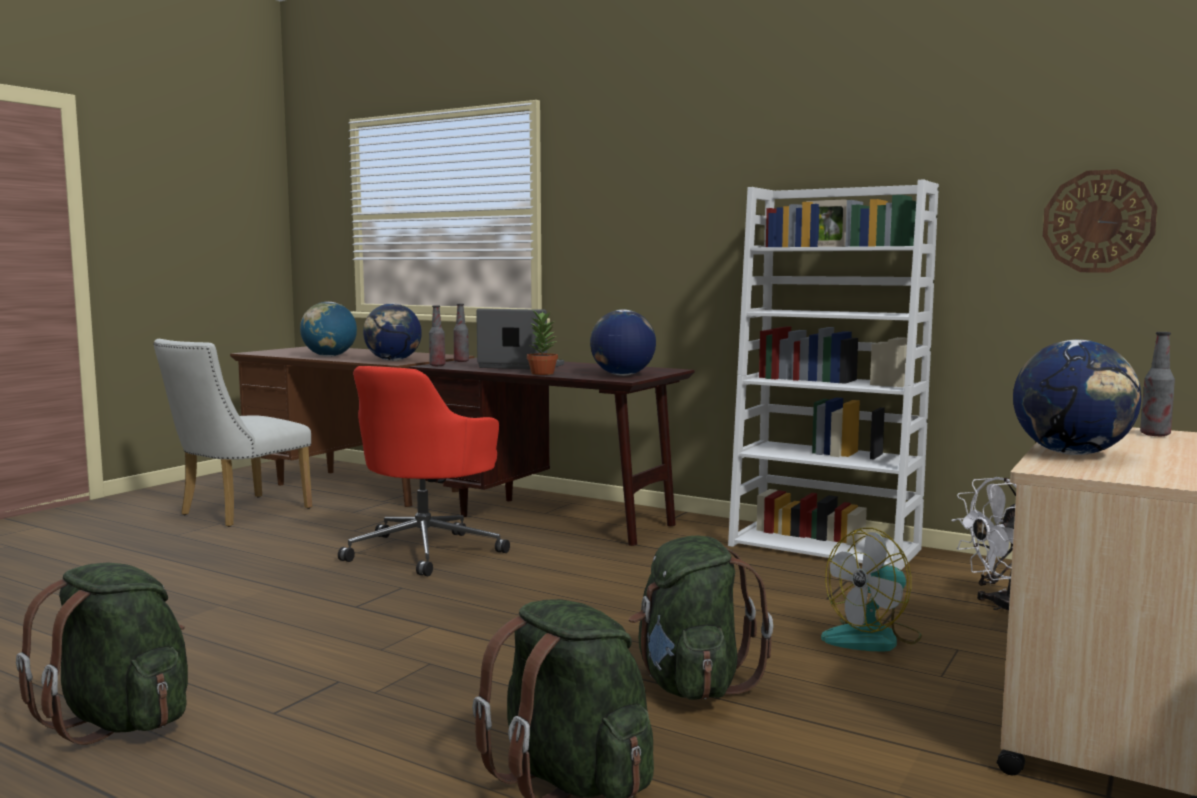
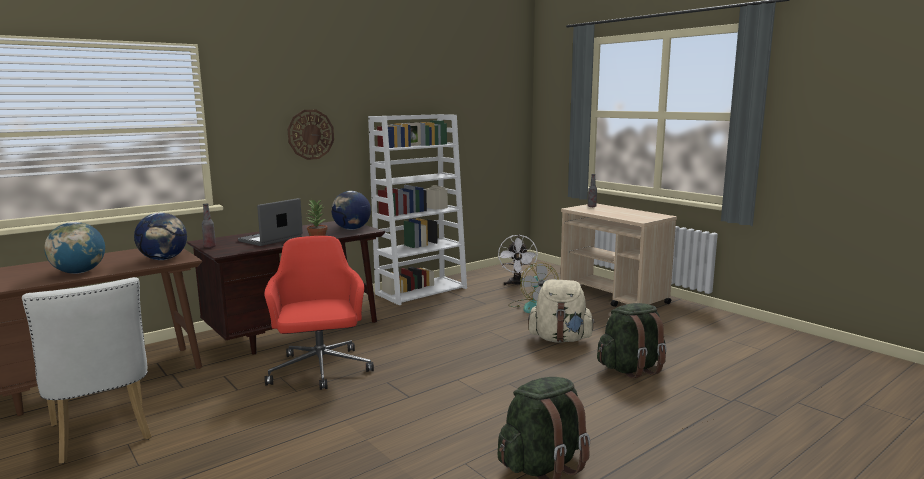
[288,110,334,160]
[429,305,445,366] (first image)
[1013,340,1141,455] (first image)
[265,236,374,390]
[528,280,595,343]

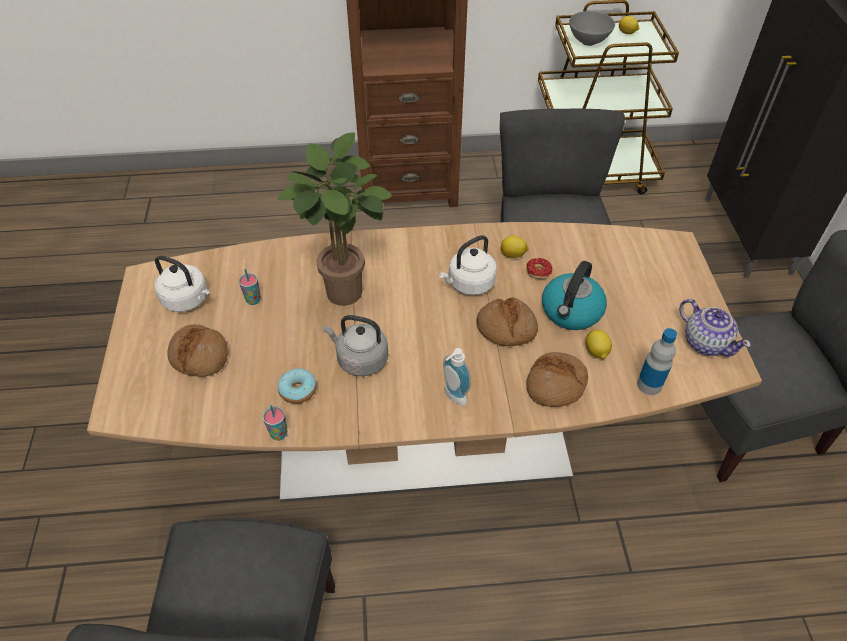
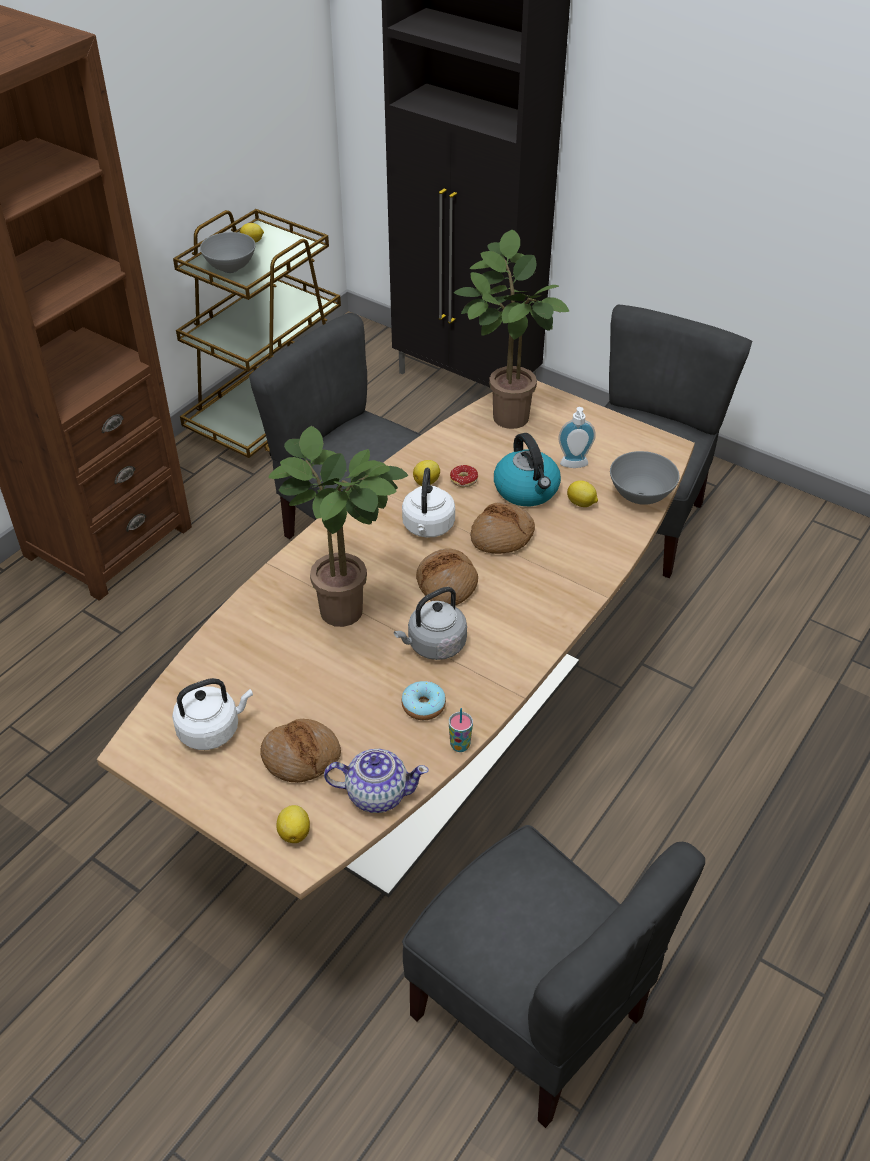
[239,269,261,305] (first image)
[324,749,429,813]
[610,451,680,505]
[558,407,596,468]
[416,549,478,605]
[454,230,569,429]
[277,805,310,843]

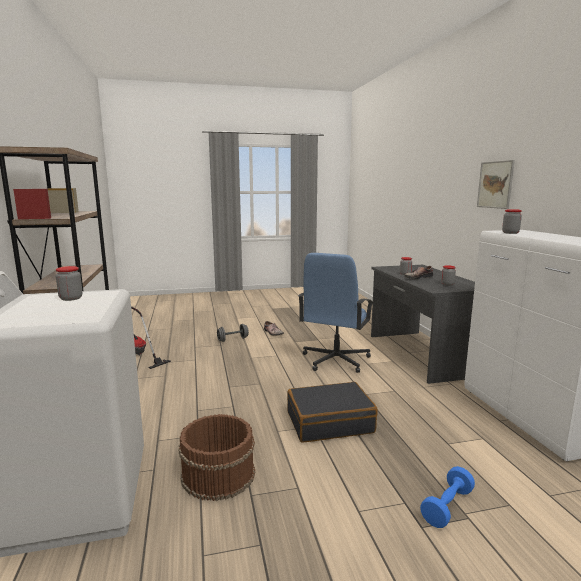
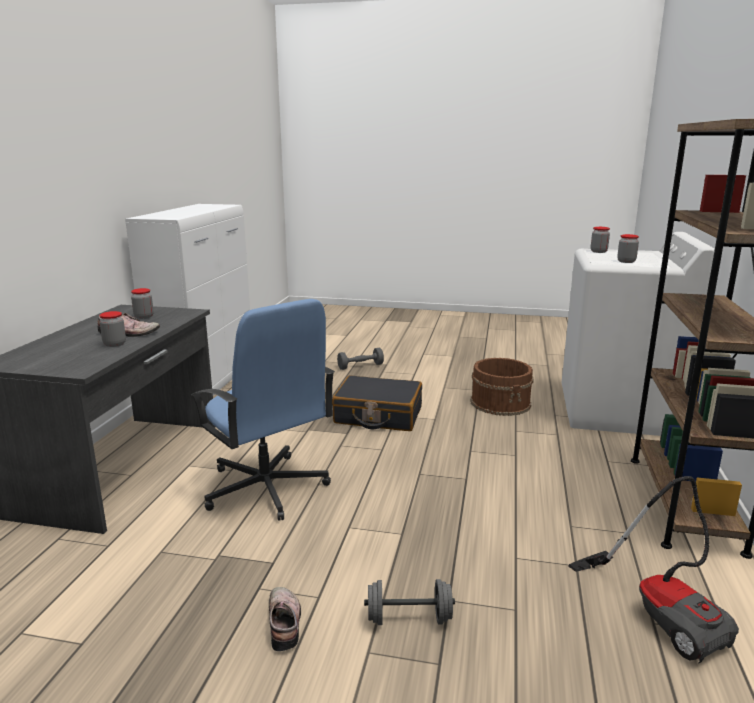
[477,160,515,209] (first image)
[591,227,610,253]
[190,299,335,521]
[337,348,384,370]

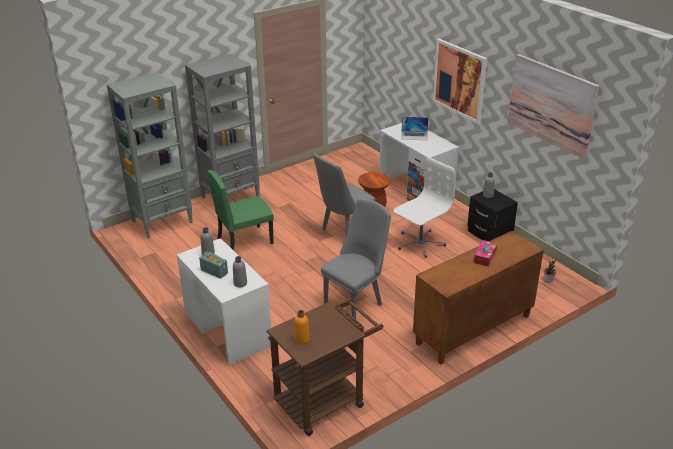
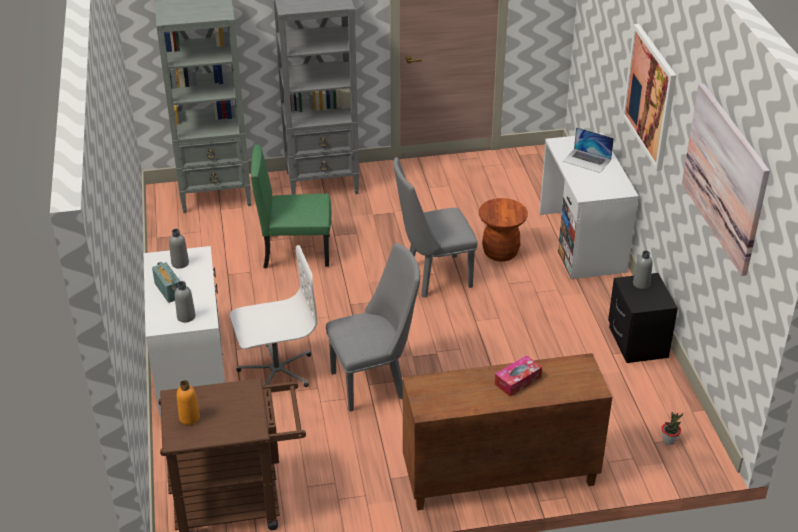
[230,245,317,387]

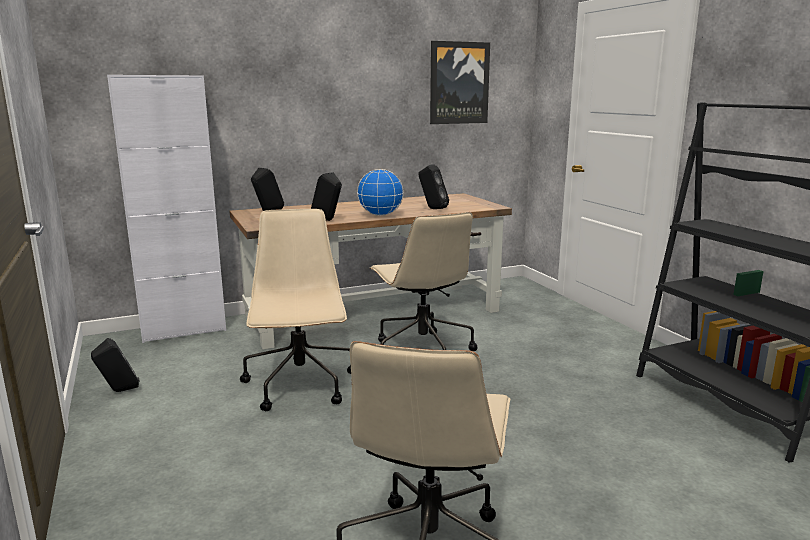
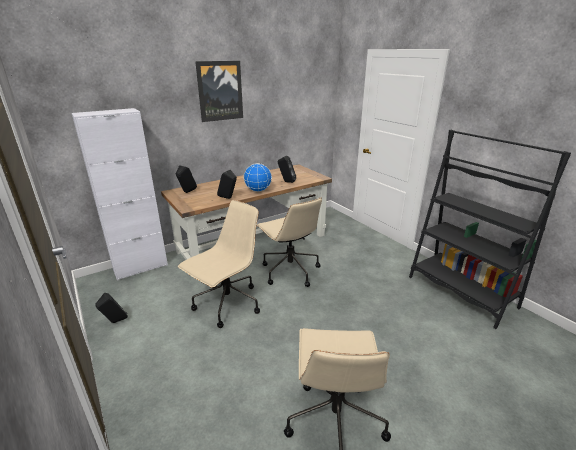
[195,61,243,122]
[178,200,260,328]

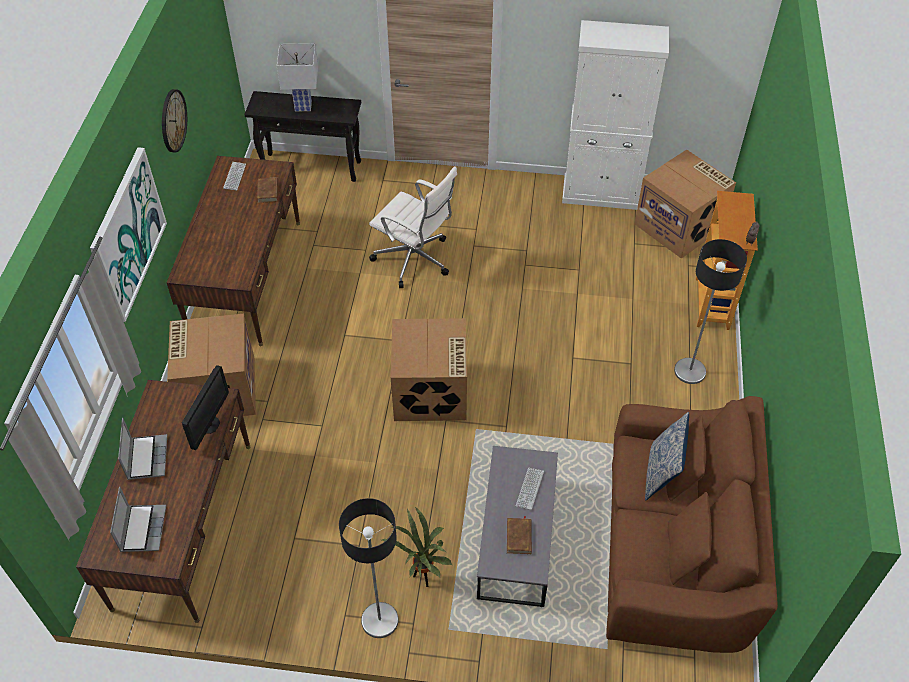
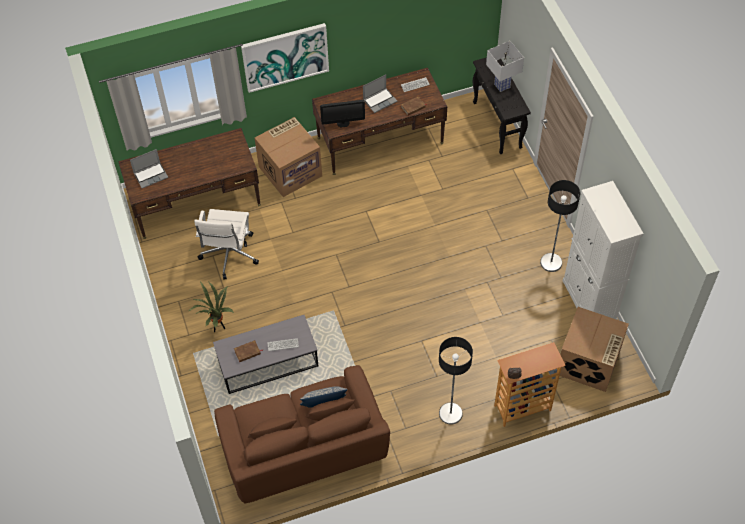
[162,89,187,152] (first image)
[194,209,259,280]
[391,318,467,421] (first image)
[320,100,365,128]
[363,74,397,113]
[540,180,580,272]

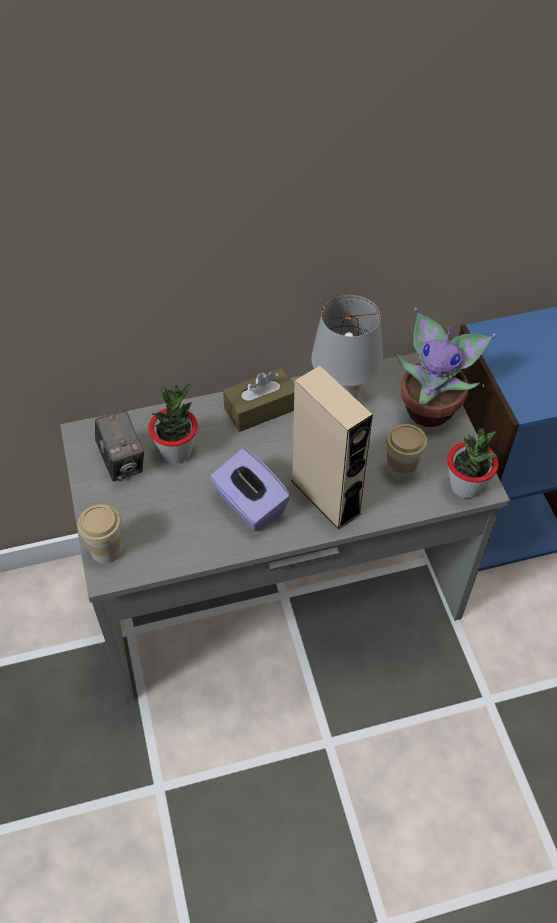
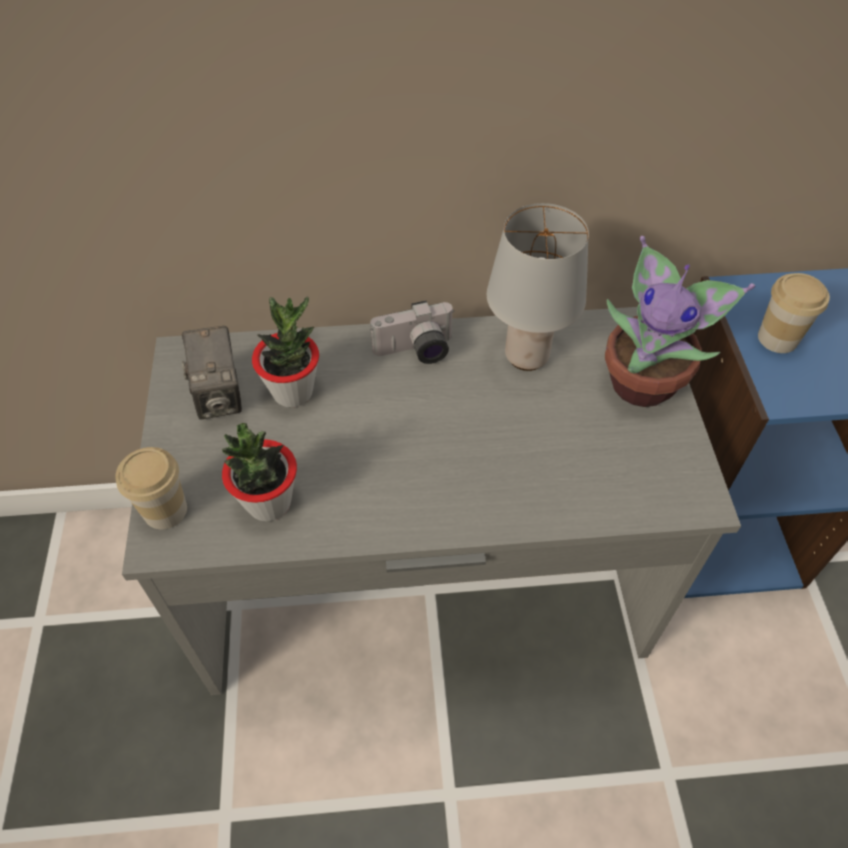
[291,365,373,530] (first image)
[370,301,455,364]
[758,273,830,353]
[222,423,297,521]
[210,448,291,531] (first image)

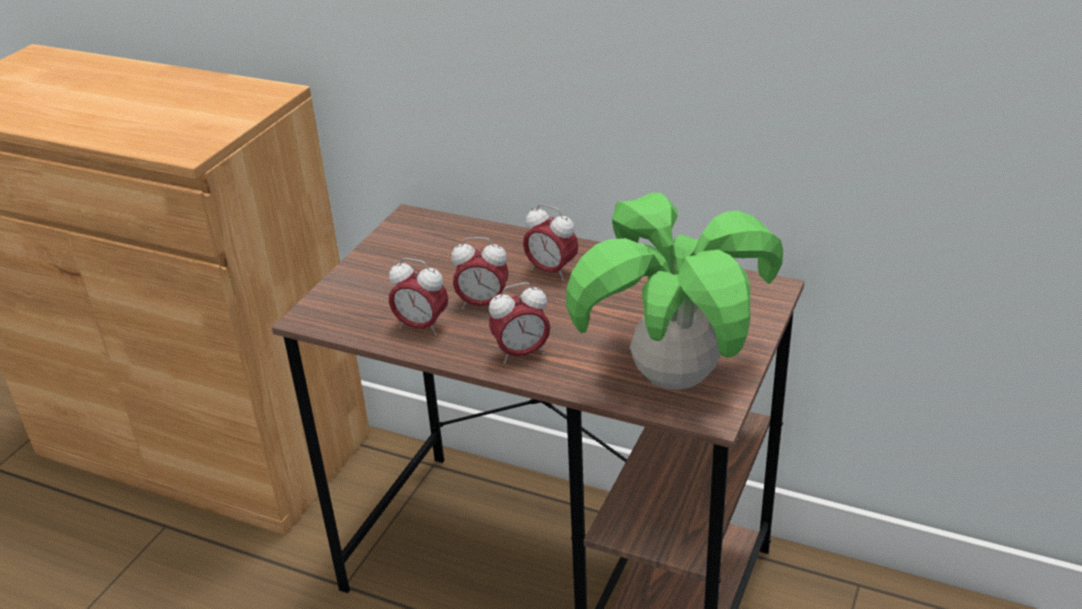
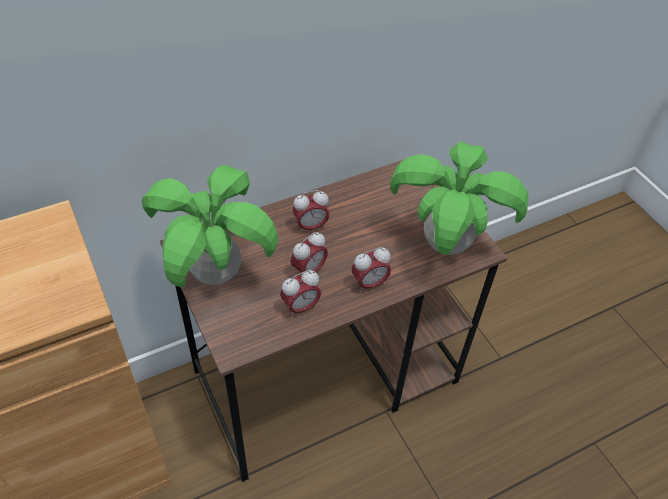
[352,247,391,292]
[142,165,278,287]

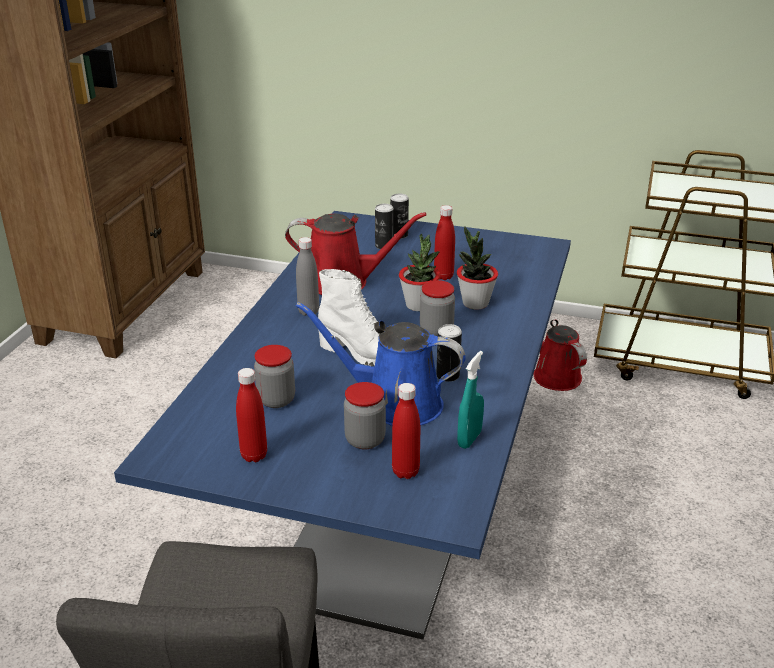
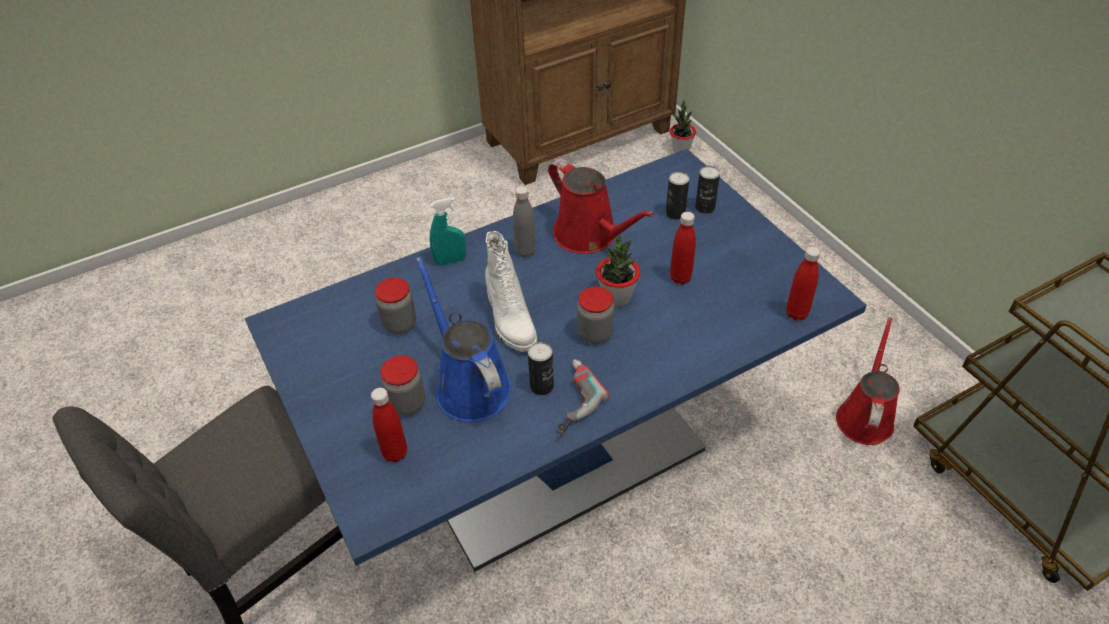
[670,100,696,153]
[430,197,466,265]
[786,246,821,320]
[557,359,609,438]

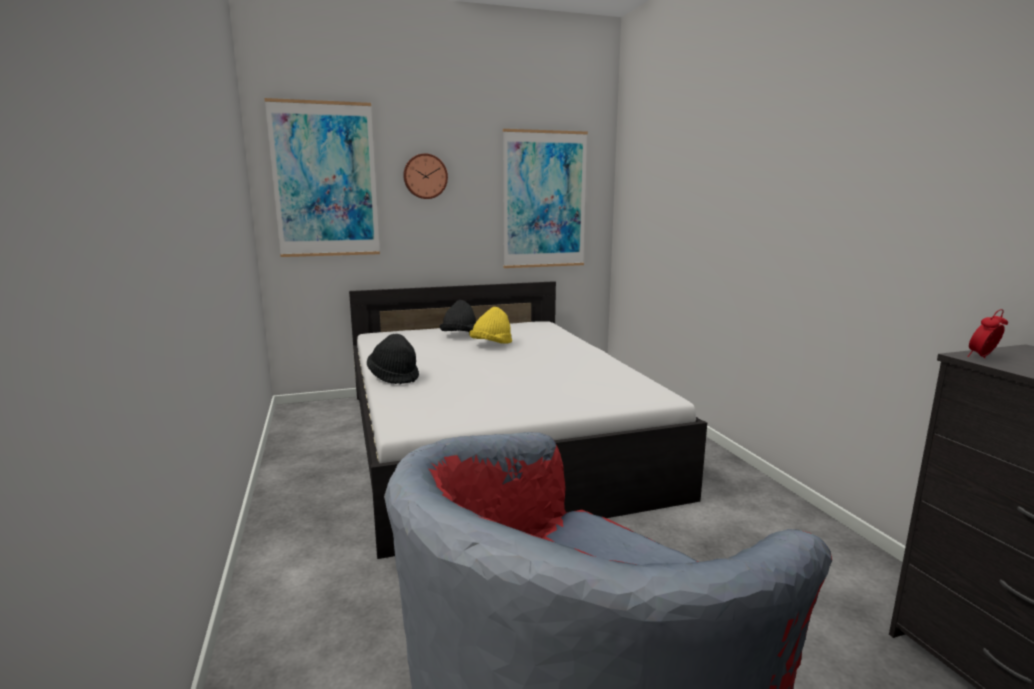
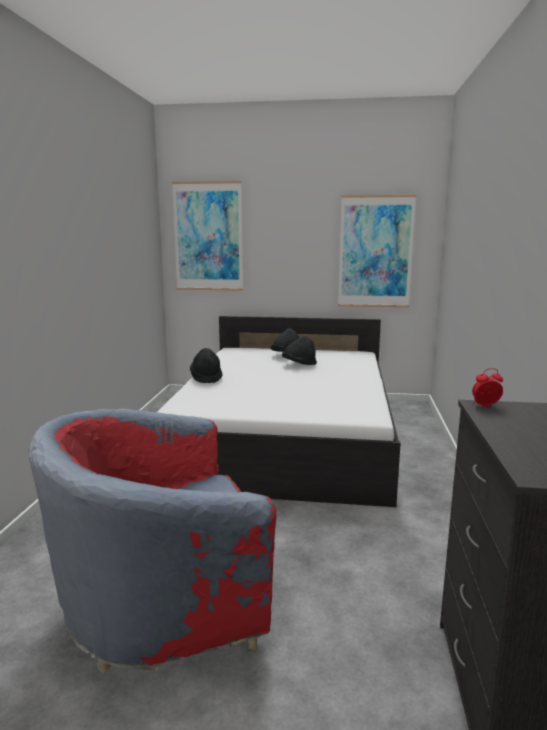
[403,153,448,199] (first image)
[282,336,317,365]

